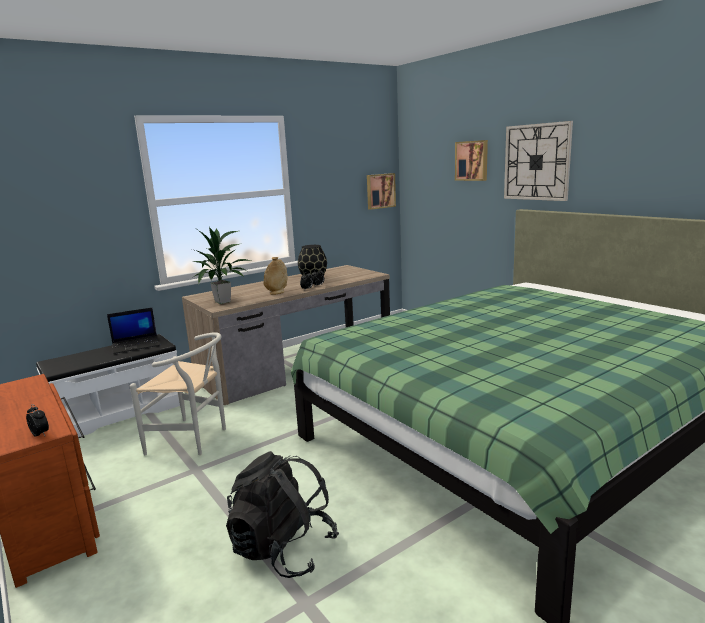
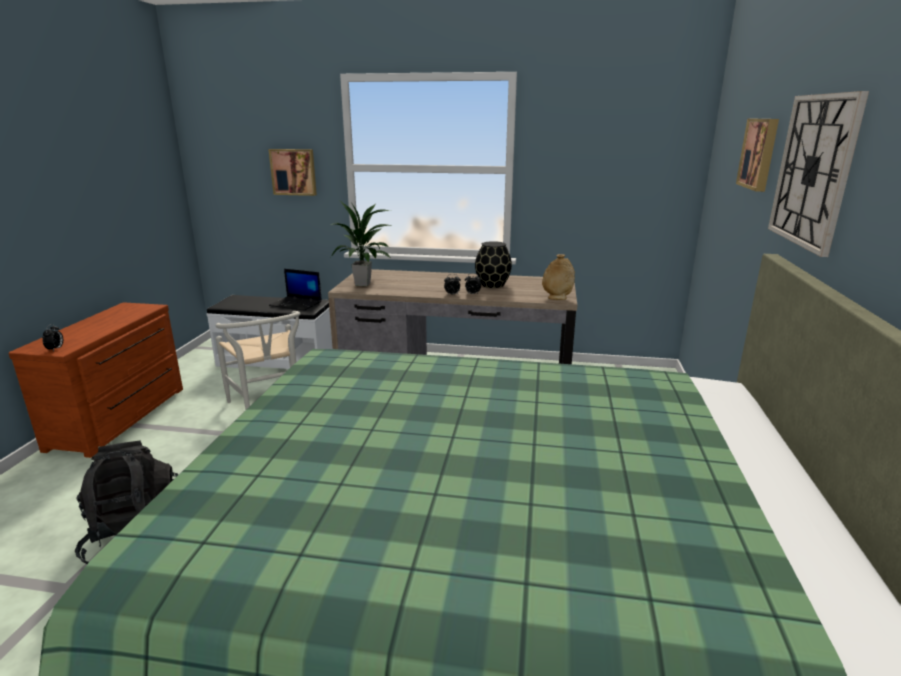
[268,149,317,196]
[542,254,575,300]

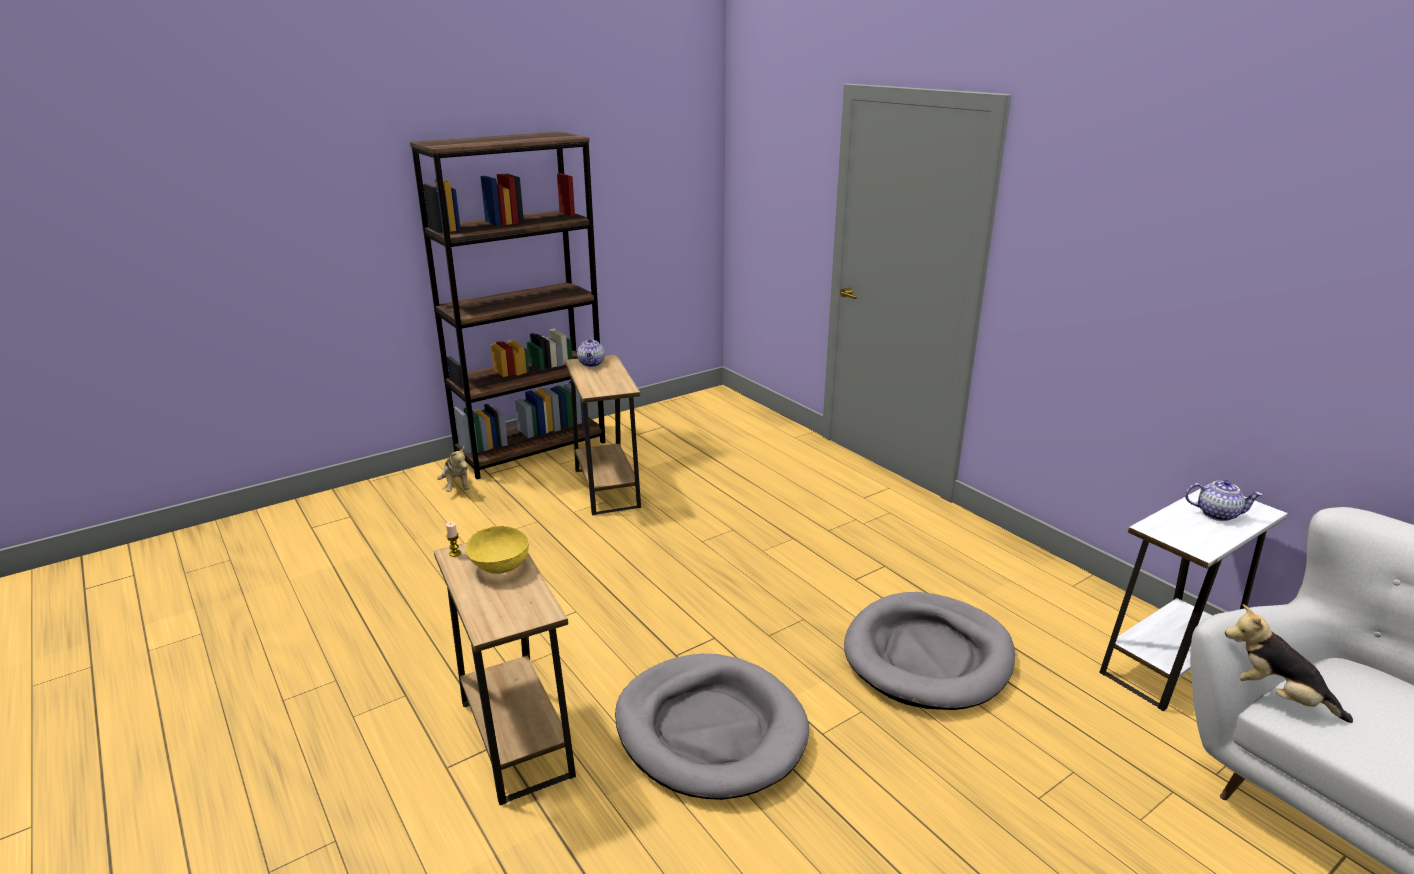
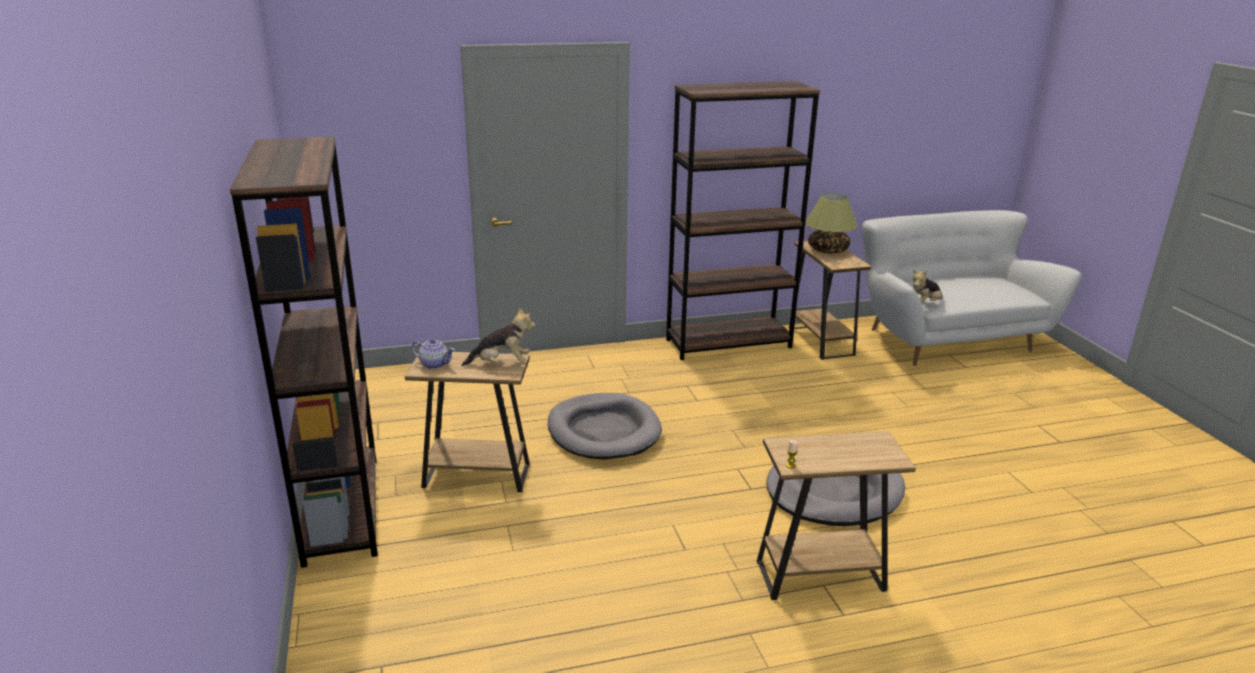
[461,307,535,366]
[805,193,858,253]
[789,241,871,360]
[465,526,529,574] (first image)
[548,393,662,459]
[666,81,820,360]

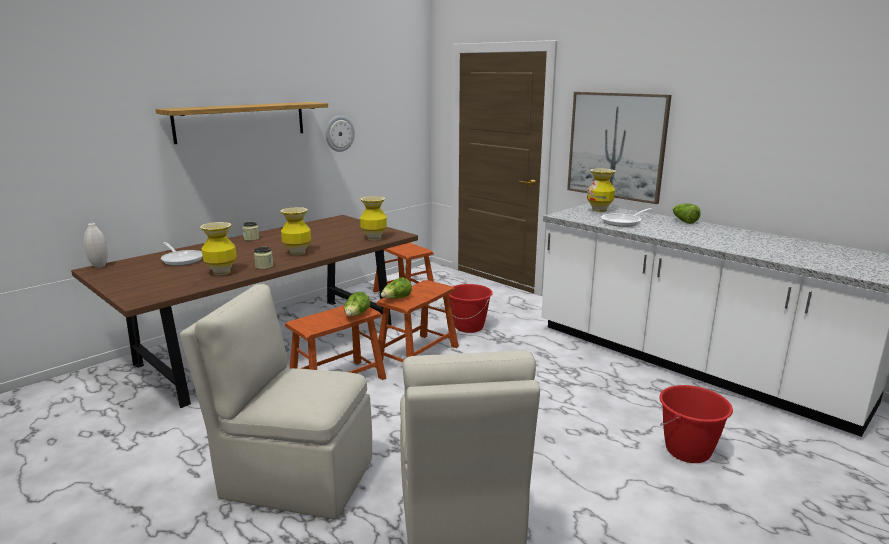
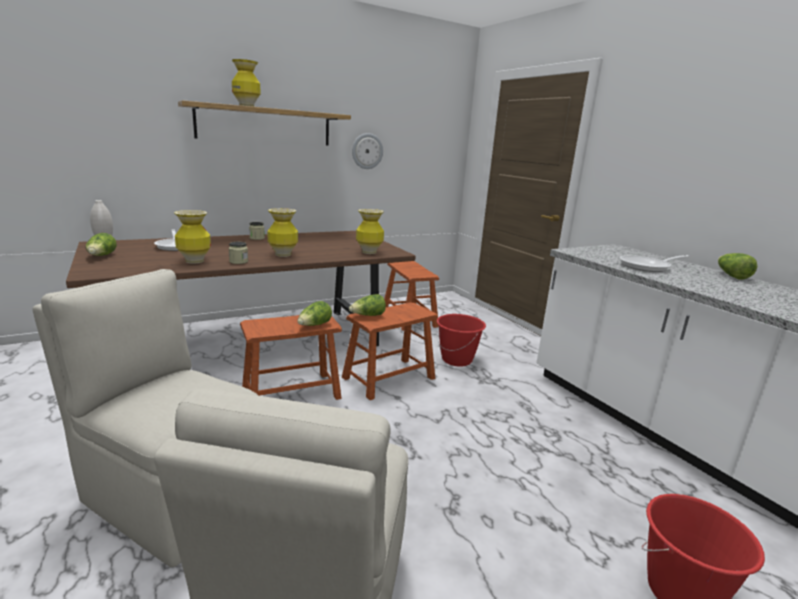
[567,92,672,204] (first image)
[232,59,261,107]
[86,233,117,256]

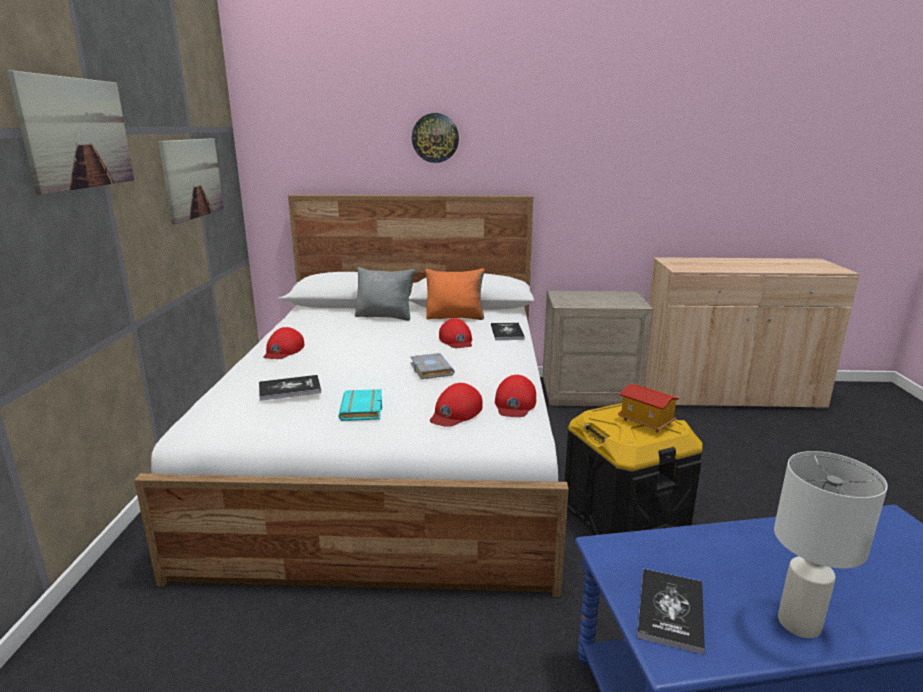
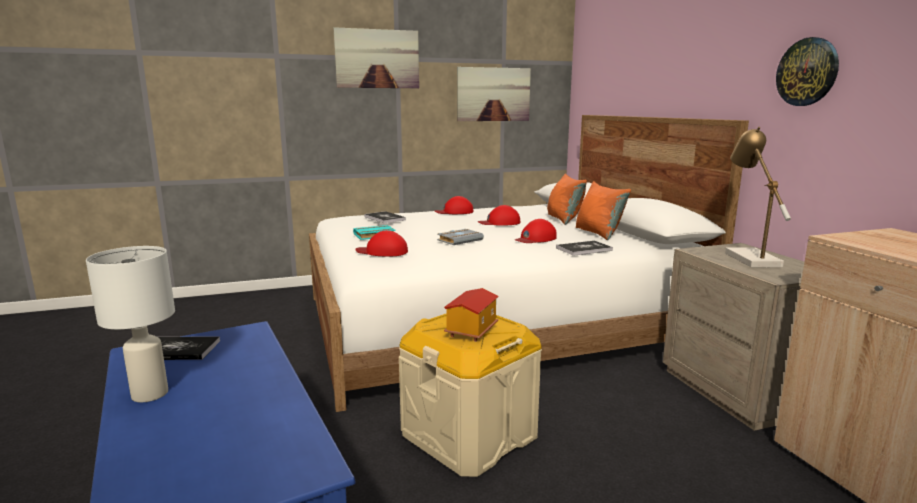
[776,37,839,106]
[547,173,587,225]
[478,205,520,226]
[399,313,542,477]
[725,127,791,267]

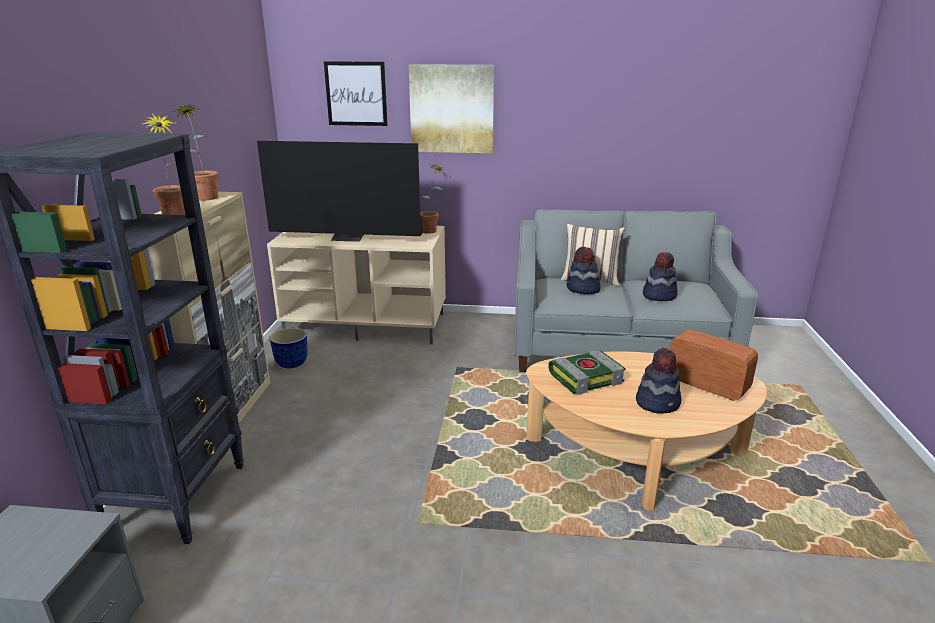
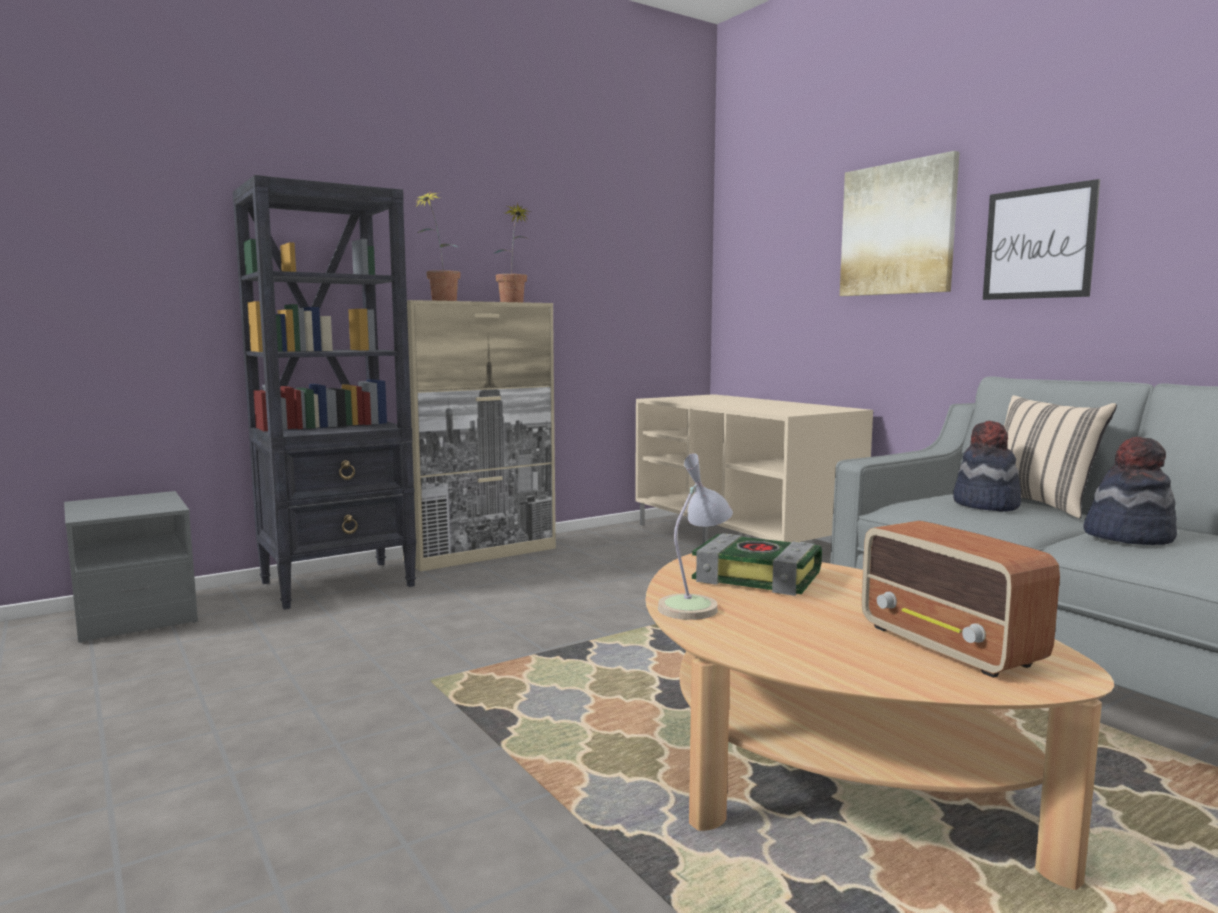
[983,179,1100,300]
[257,141,422,242] (first image)
[420,165,444,234] (first image)
[269,328,308,368] (first image)
[861,521,1060,678]
[636,348,682,414] (first image)
[658,453,733,620]

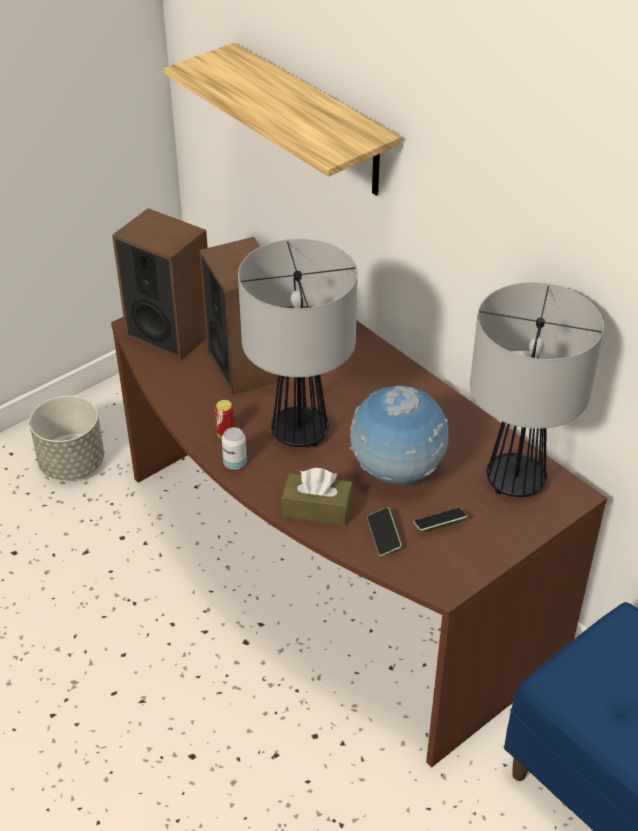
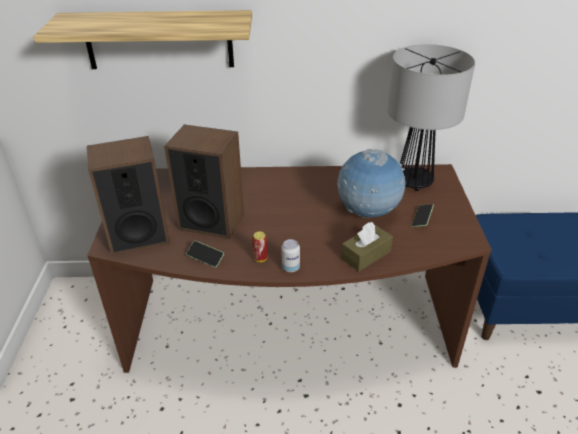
[238,239,358,447] (first image)
[29,396,104,480] (first image)
[186,241,224,267]

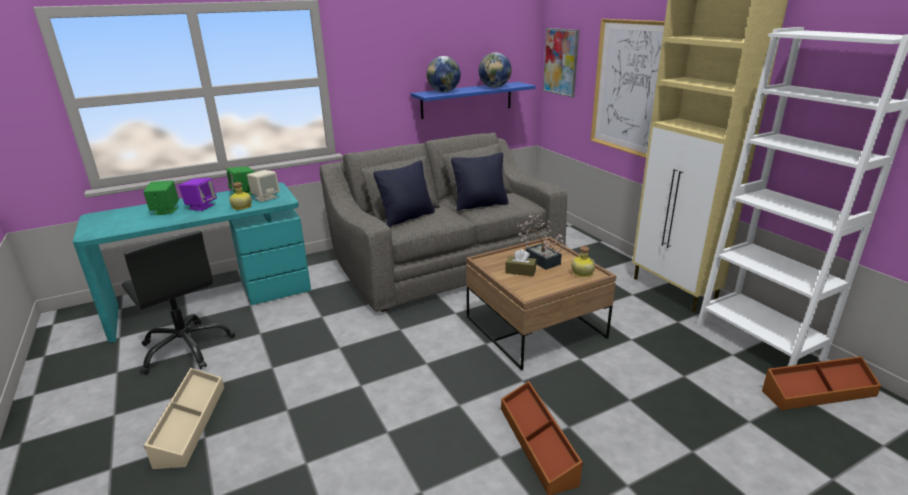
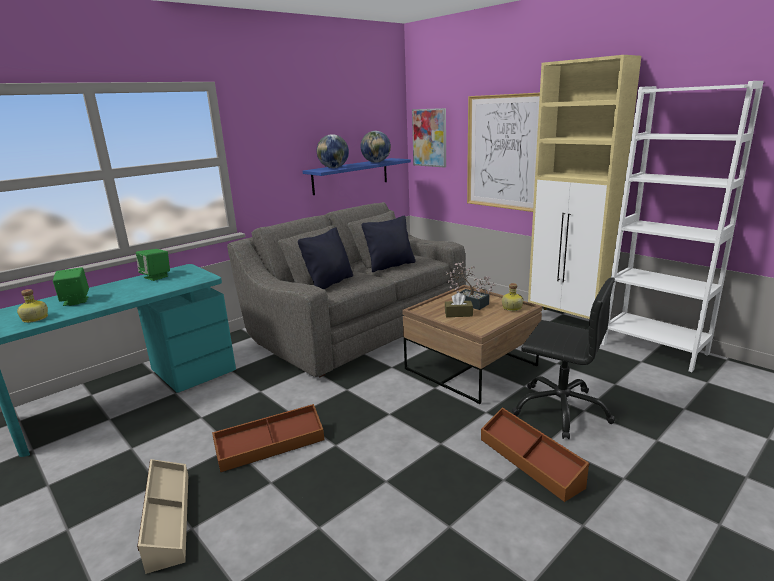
[247,170,280,202] (first image)
[179,178,217,211] (first image)
[17,289,48,323]
[512,277,615,439]
[212,404,324,472]

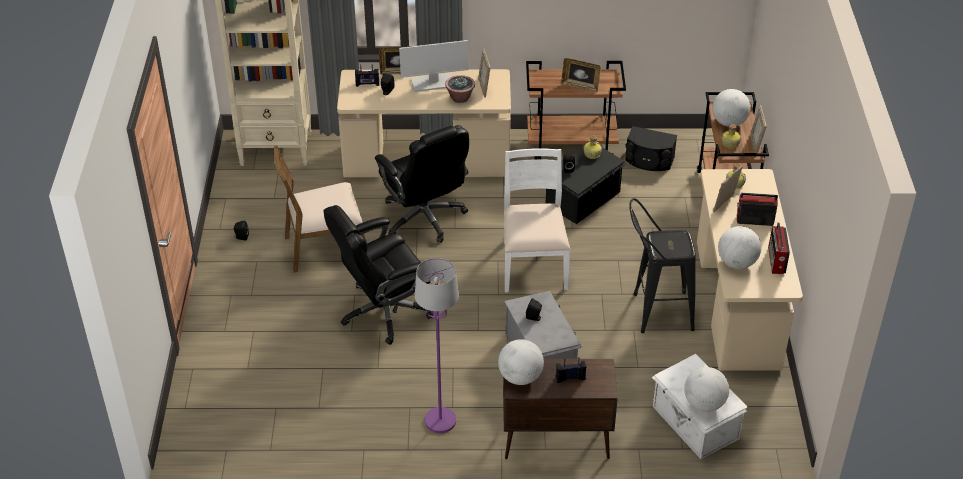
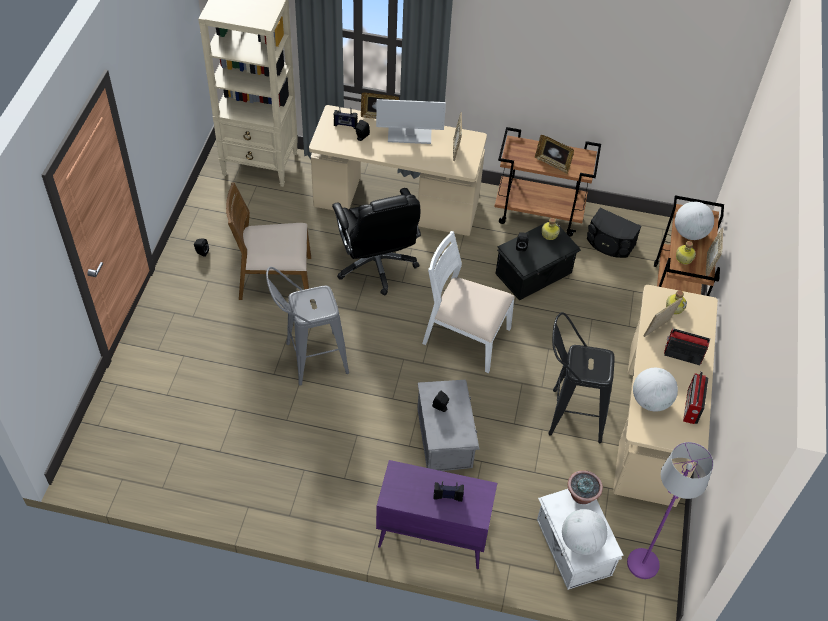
[568,470,603,504]
[422,231,515,373]
[266,267,349,385]
[627,442,713,579]
[498,339,544,385] (first image)
[376,460,497,569]

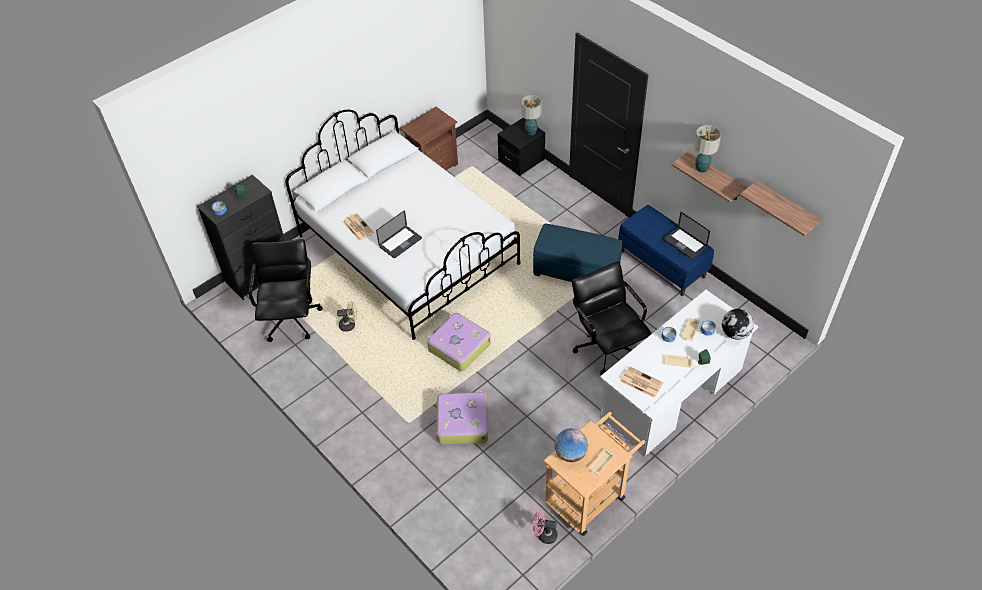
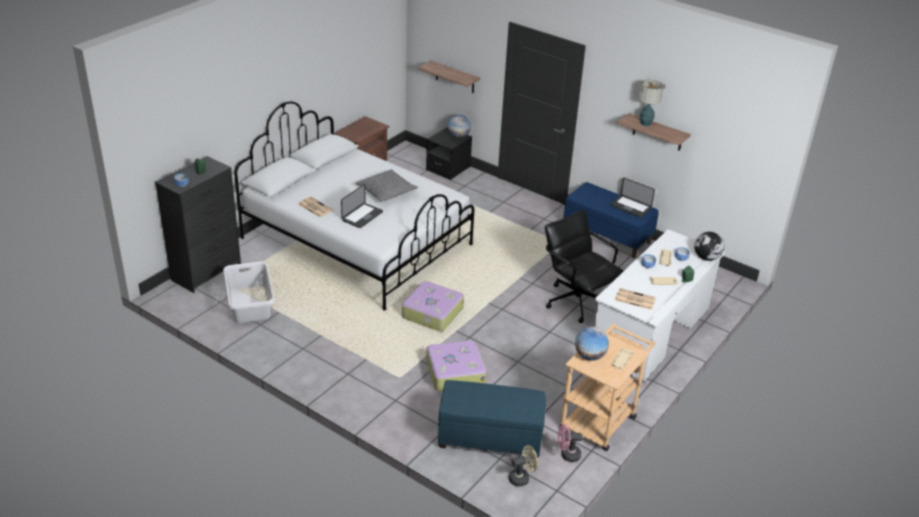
[448,115,471,138]
[418,61,480,93]
[438,380,546,457]
[223,261,275,323]
[509,445,538,487]
[355,169,418,202]

